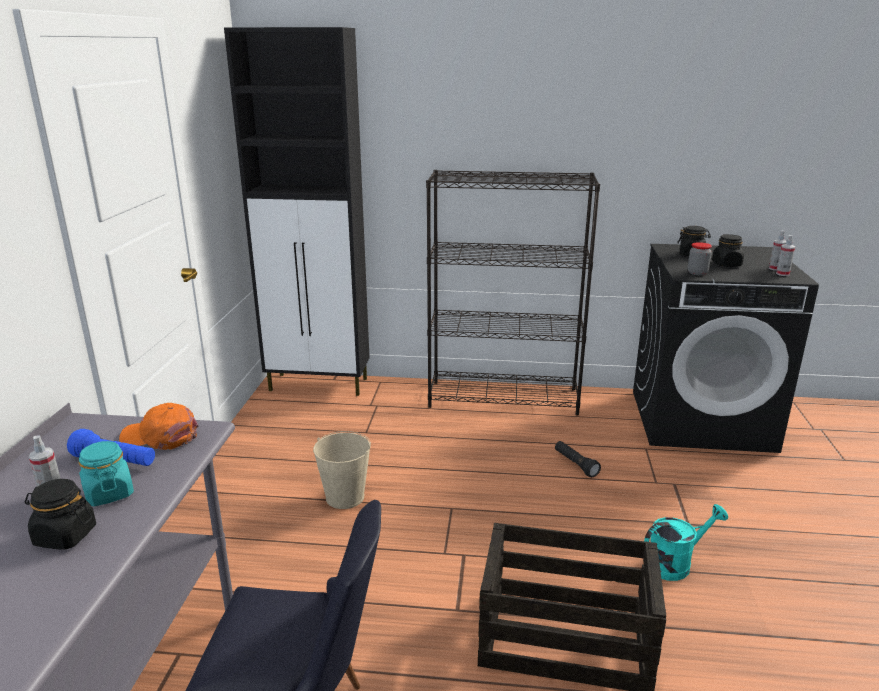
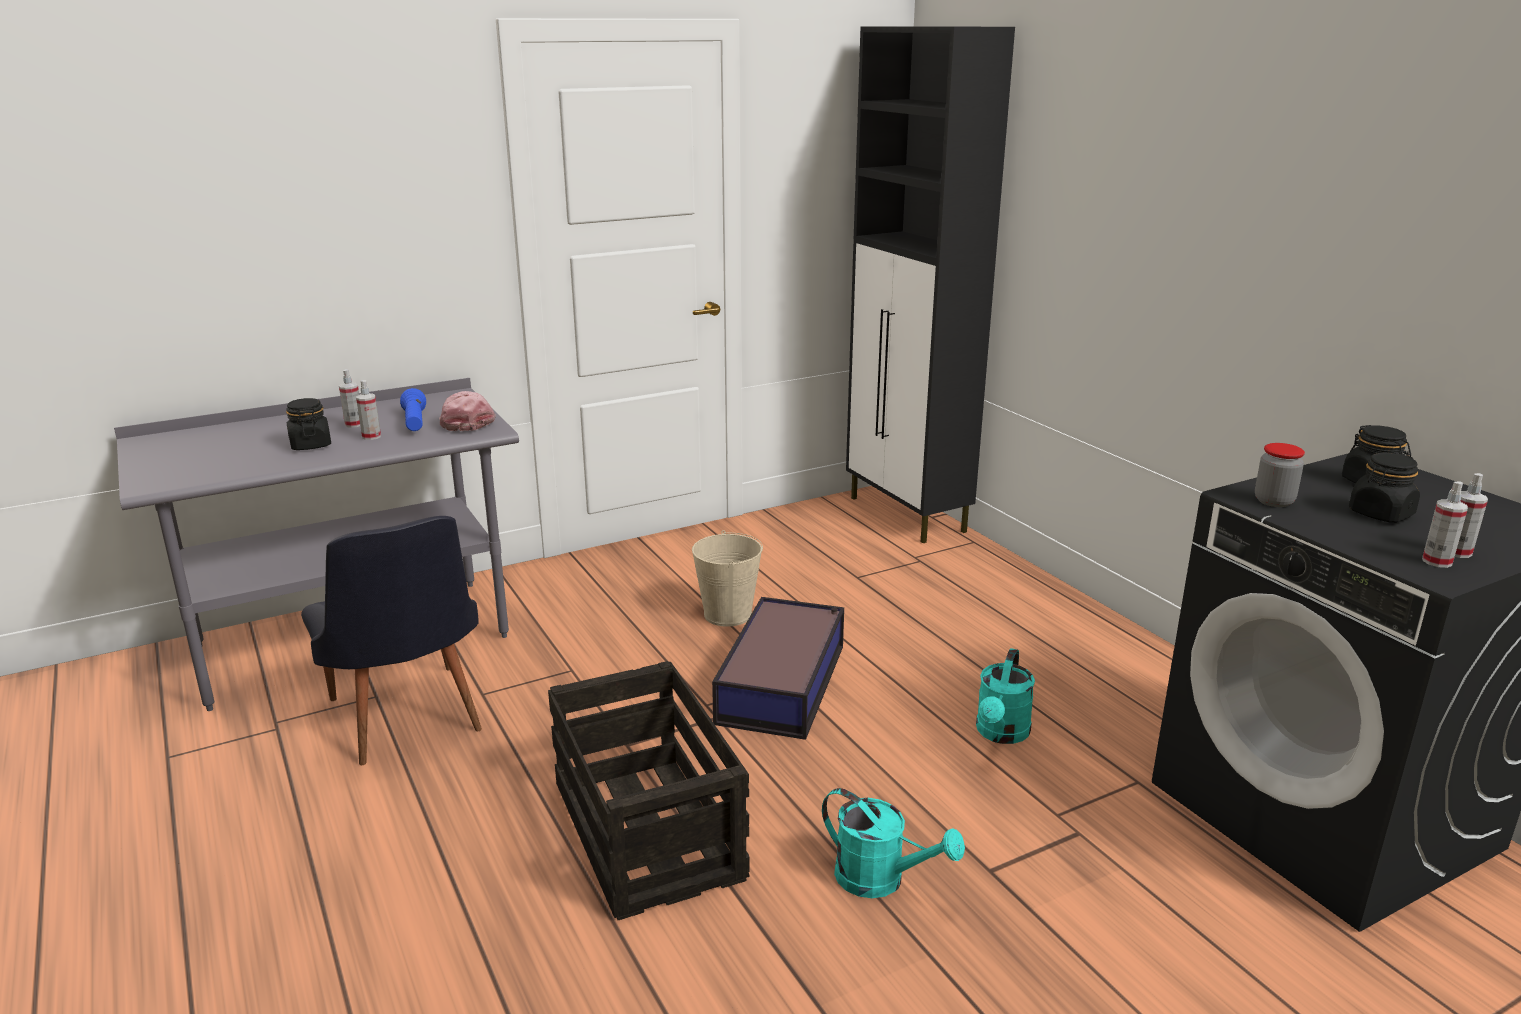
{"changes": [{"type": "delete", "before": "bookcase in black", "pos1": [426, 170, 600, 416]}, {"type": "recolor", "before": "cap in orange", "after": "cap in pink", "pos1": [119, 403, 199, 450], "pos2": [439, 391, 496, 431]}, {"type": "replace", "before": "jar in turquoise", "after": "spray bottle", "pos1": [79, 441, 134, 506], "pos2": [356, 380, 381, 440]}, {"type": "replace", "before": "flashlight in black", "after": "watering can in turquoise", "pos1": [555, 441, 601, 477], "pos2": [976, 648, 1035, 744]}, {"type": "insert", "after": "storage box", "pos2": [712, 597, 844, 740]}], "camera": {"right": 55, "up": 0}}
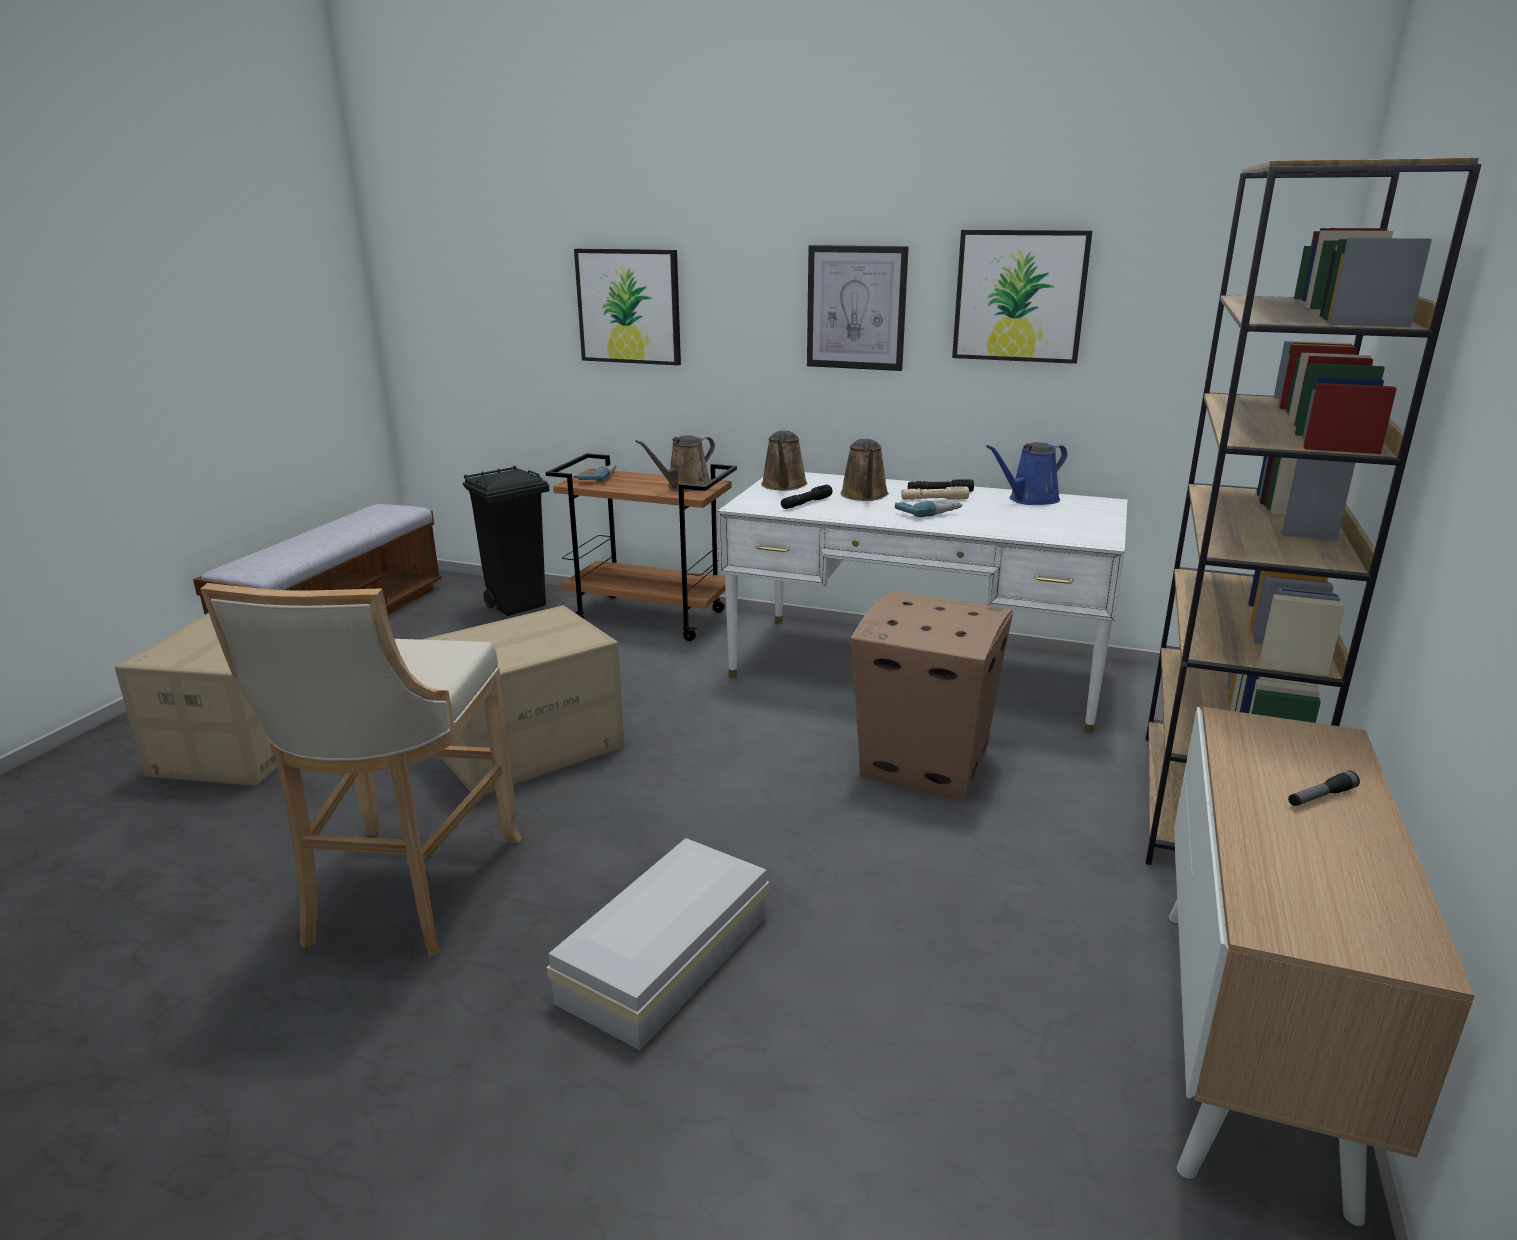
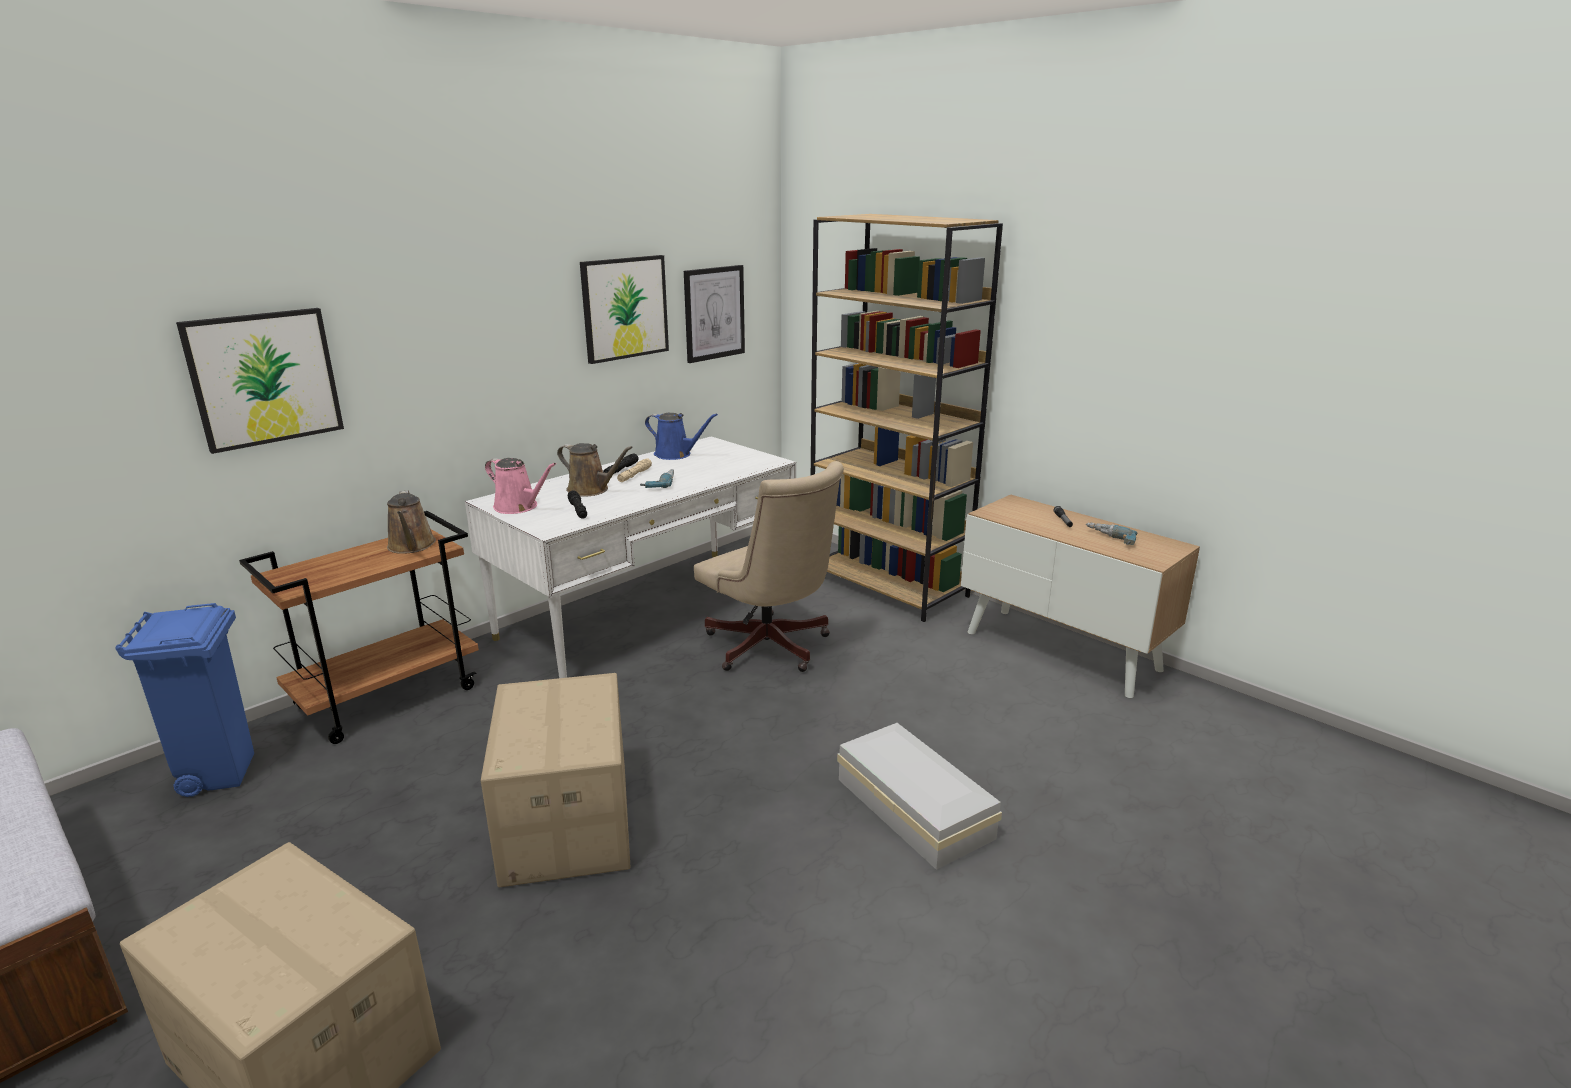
{"changes": [{"type": "move", "before": "picture", "pos1": [807, 245, 909, 371], "pos2": [684, 265, 745, 363]}, {"type": "recolor", "before": "watering can in brown", "after": "watering can in pink", "pos1": [761, 430, 808, 491], "pos2": [485, 458, 556, 514]}, {"type": "rotate", "before": "watering can in blue", "pos1": [986, 442, 1067, 505], "pos2": [645, 413, 718, 460], "turn": -60}, {"type": "move", "before": "power drill", "pos1": [574, 464, 616, 481], "pos2": [1086, 523, 1137, 545]}, {"type": "recolor", "before": "trash can in black", "after": "trash can in blue", "pos1": [463, 466, 550, 616], "pos2": [115, 603, 254, 797]}, {"type": "delete", "before": "stool in beige", "pos1": [200, 583, 522, 957]}, {"type": "replace", "before": "cardboard box", "after": "office chair in beige", "pos1": [851, 591, 1013, 802], "pos2": [694, 461, 844, 672]}], "camera": {"right": -65, "up": 0}}
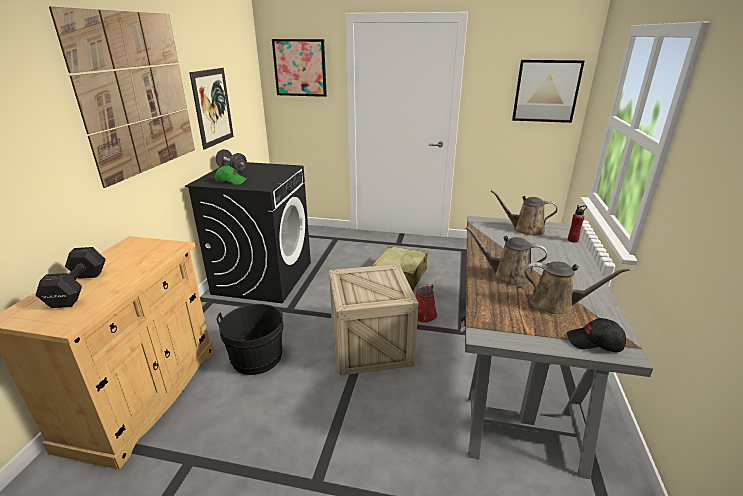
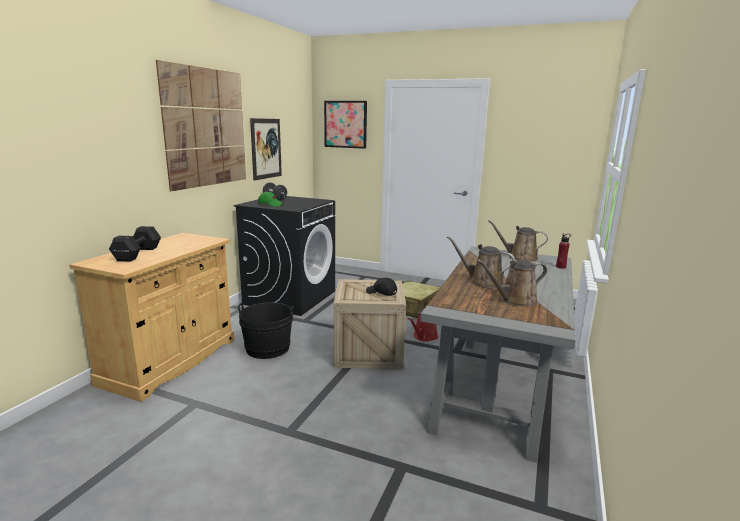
{"changes": [{"type": "delete", "before": "picture", "pos1": [512, 60, 585, 123]}, {"type": "rotate", "before": "watering can in brown", "pos1": [524, 261, 630, 316], "pos2": [477, 259, 547, 307], "turn": 135}, {"type": "move", "before": "cap in black", "pos1": [567, 318, 626, 352], "pos2": [366, 278, 397, 296]}], "camera": {"right": 10, "up": -10}}
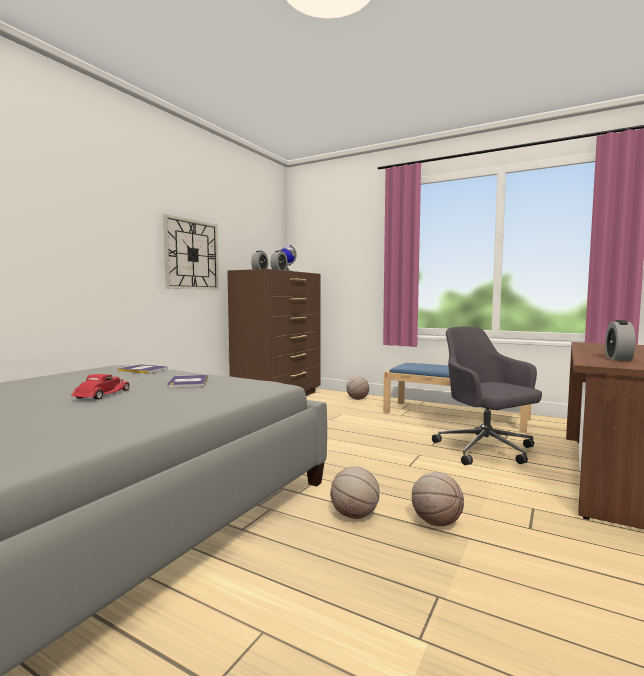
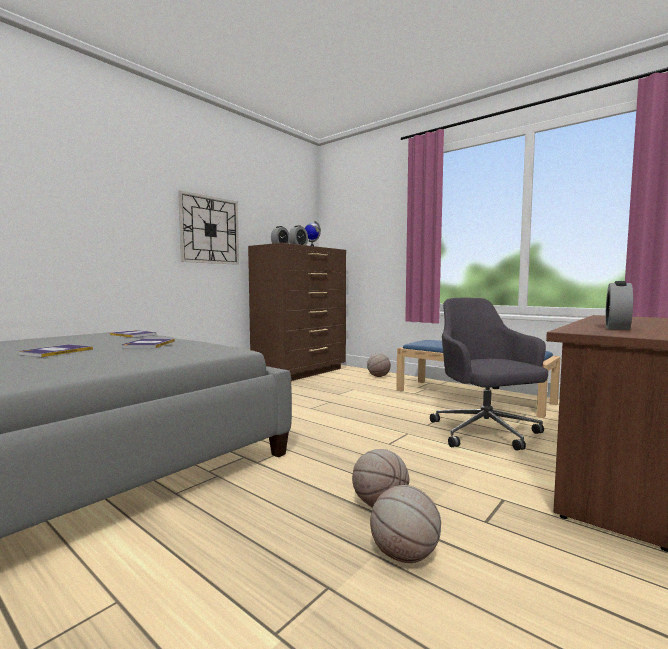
{"changes": [{"type": "replace", "before": "toy car in red", "after": "book", "pos1": [71, 374, 130, 400], "pos2": [19, 344, 93, 357]}, {"type": "move", "before": "basketball", "pos1": [330, 466, 380, 519], "pos2": [370, 485, 441, 563]}], "camera": {"right": 10, "up": 0}}
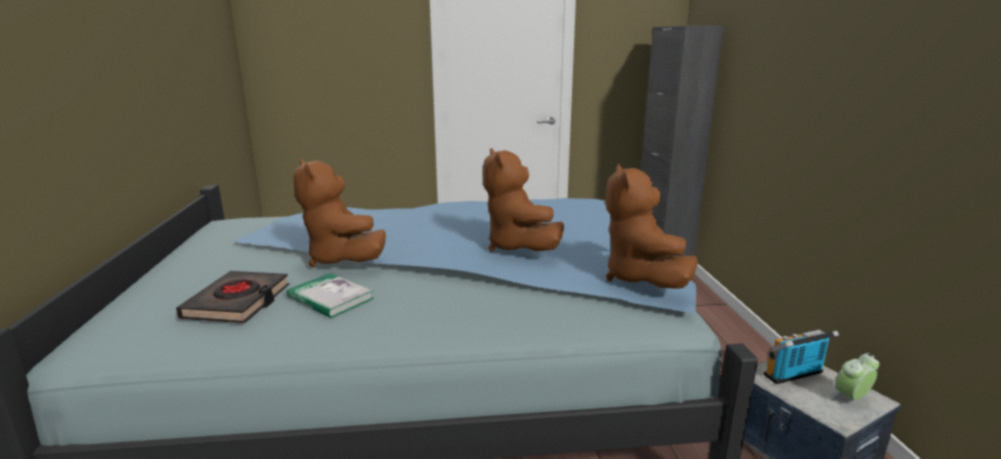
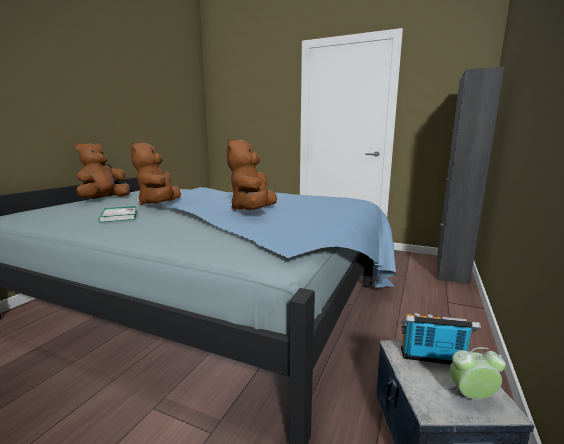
{"changes": [{"type": "move", "before": "plush toy in brown", "pos1": [605, 164, 698, 289], "pos2": [75, 142, 130, 198]}, {"type": "delete", "before": "book in black", "pos1": [176, 271, 289, 323]}], "camera": {"right": 30, "up": -5}}
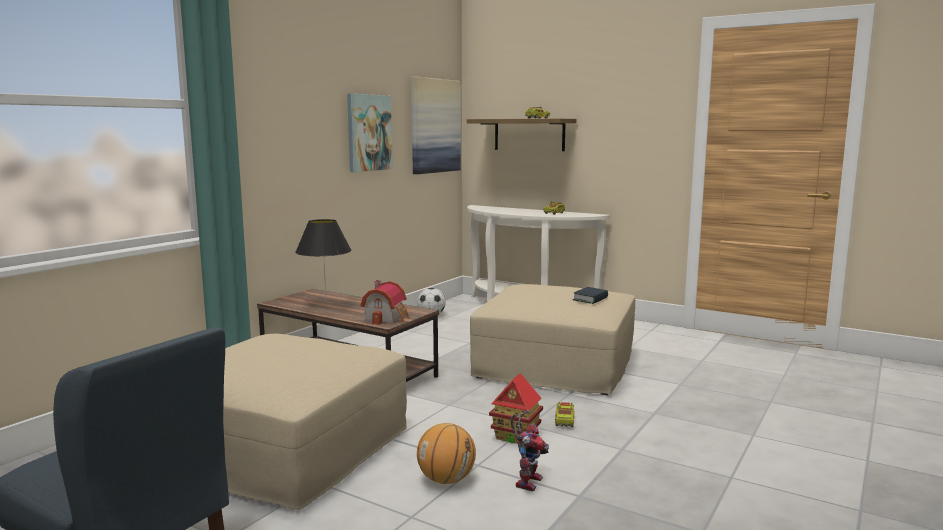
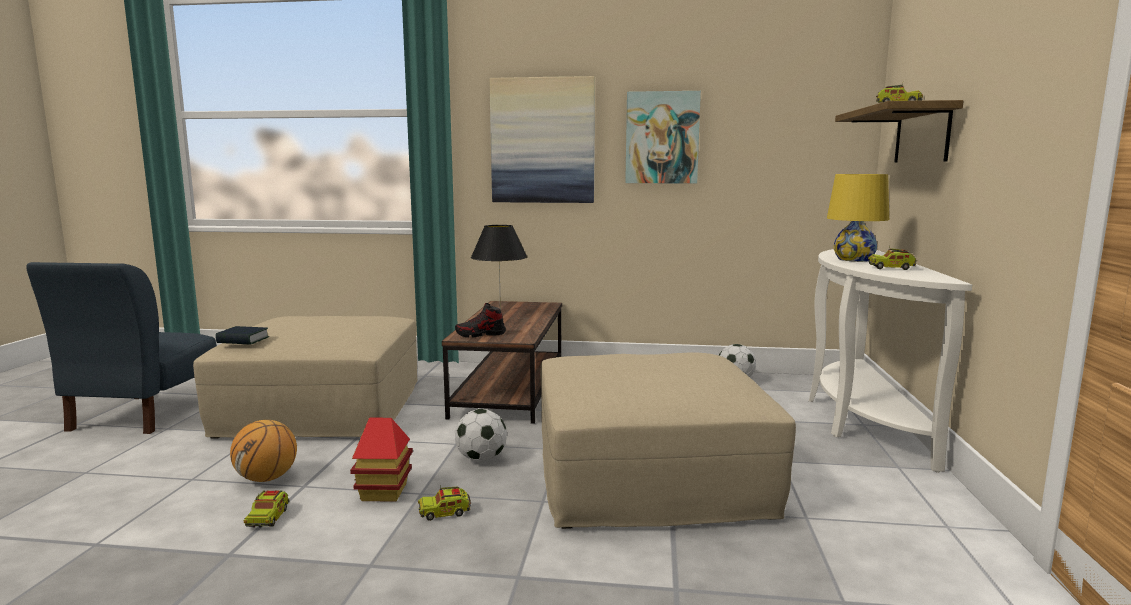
{"changes": [{"type": "move", "before": "picture", "pos1": [411, 77, 461, 174], "pos2": [489, 76, 595, 203]}, {"type": "replace", "before": "toy house", "after": "shoe", "pos1": [360, 280, 409, 325], "pos2": [455, 303, 506, 337]}, {"type": "move", "before": "book", "pos1": [573, 287, 608, 304], "pos2": [216, 326, 269, 345]}, {"type": "replace", "before": "toy robot", "after": "toy truck", "pos1": [510, 410, 549, 491], "pos2": [244, 490, 289, 528]}, {"type": "insert", "after": "table lamp in yellow", "pos2": [827, 174, 889, 262]}, {"type": "insert", "after": "football", "pos2": [455, 409, 507, 462]}], "camera": {"right": 65, "up": 0}}
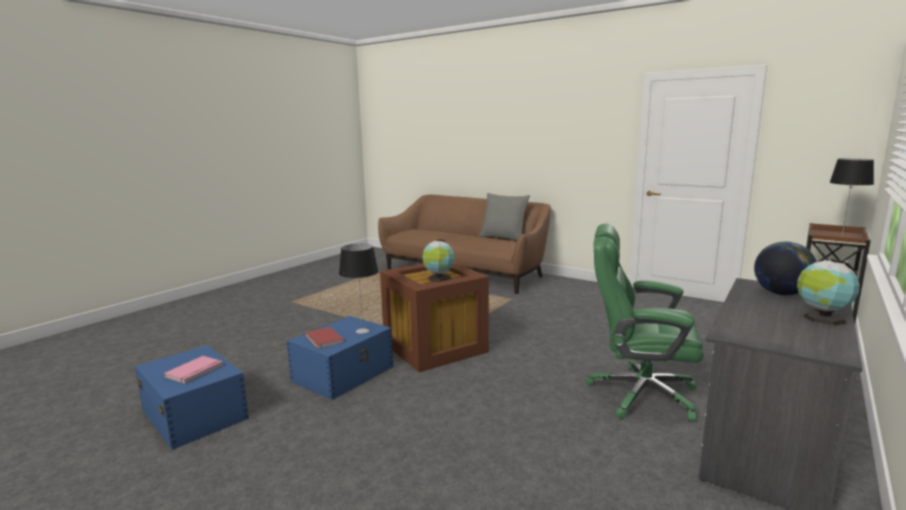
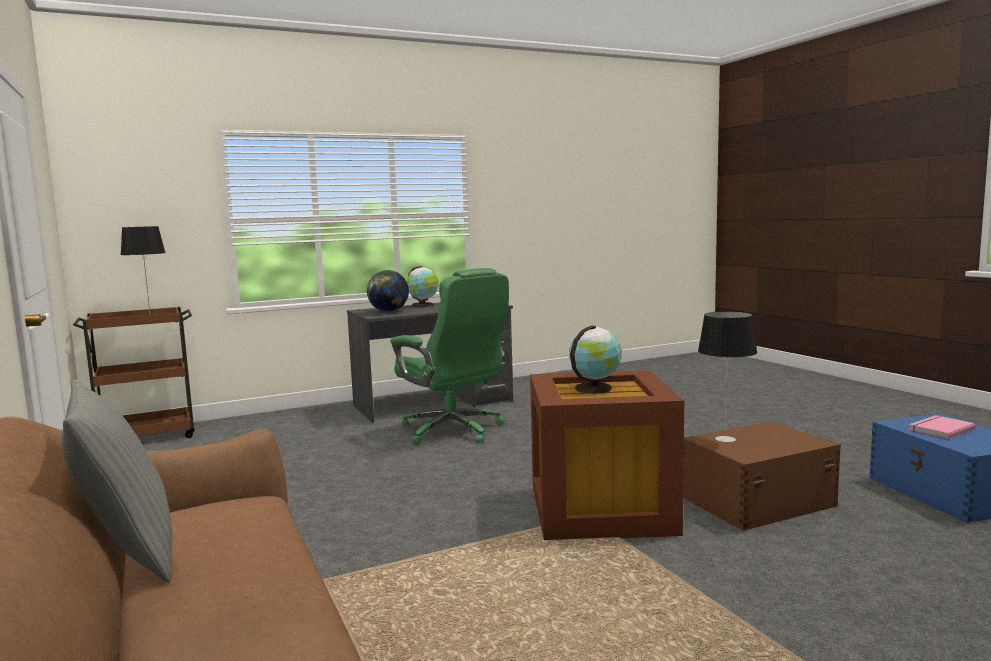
{"changes": [{"type": "recolor", "before": "storage box in blue", "after": "storage box in brown", "pos1": [287, 316, 393, 400], "pos2": [683, 421, 841, 531]}, {"type": "delete", "before": "book in red", "pos1": [305, 327, 344, 349]}], "camera": {"right": -150, "up": -5}}
